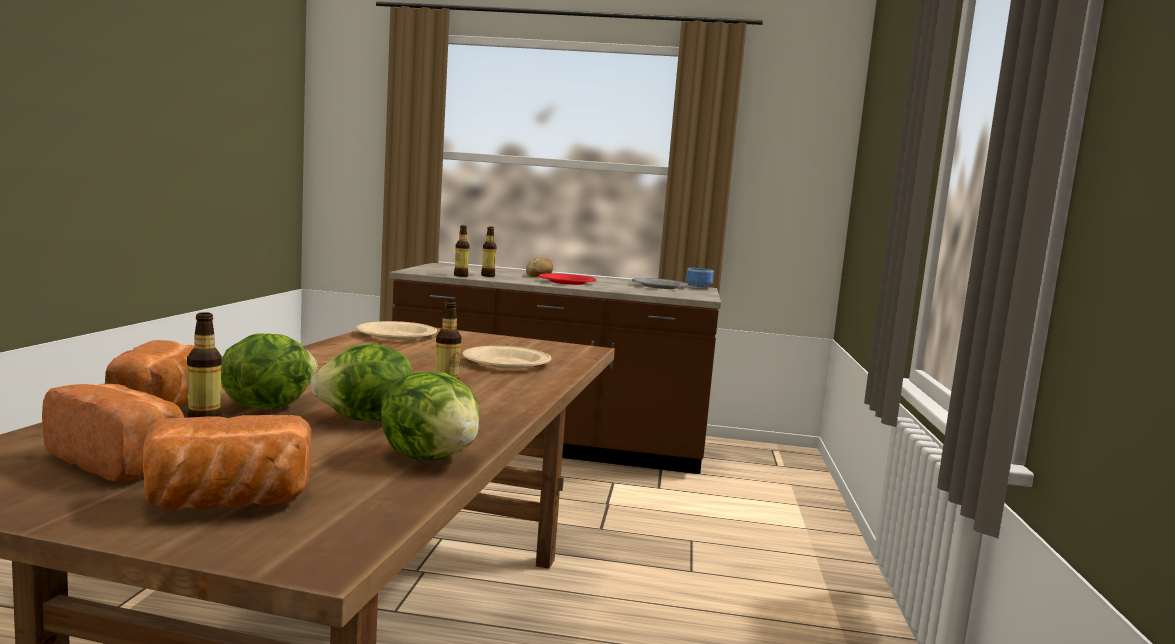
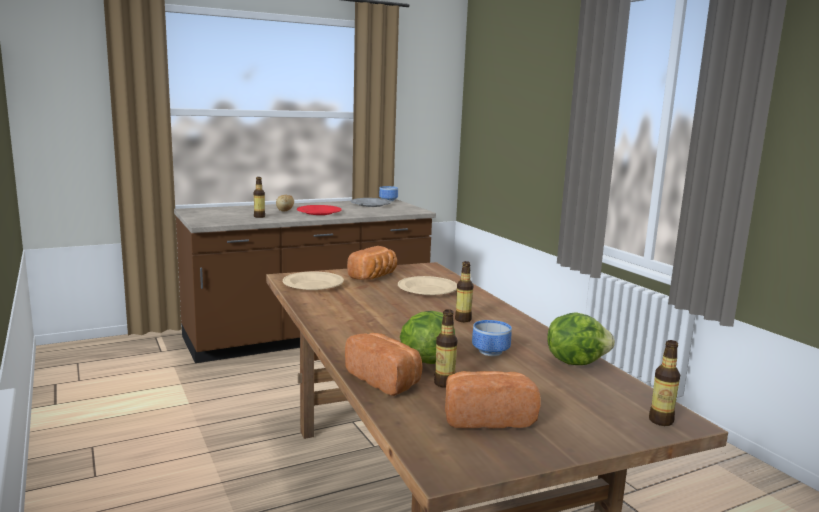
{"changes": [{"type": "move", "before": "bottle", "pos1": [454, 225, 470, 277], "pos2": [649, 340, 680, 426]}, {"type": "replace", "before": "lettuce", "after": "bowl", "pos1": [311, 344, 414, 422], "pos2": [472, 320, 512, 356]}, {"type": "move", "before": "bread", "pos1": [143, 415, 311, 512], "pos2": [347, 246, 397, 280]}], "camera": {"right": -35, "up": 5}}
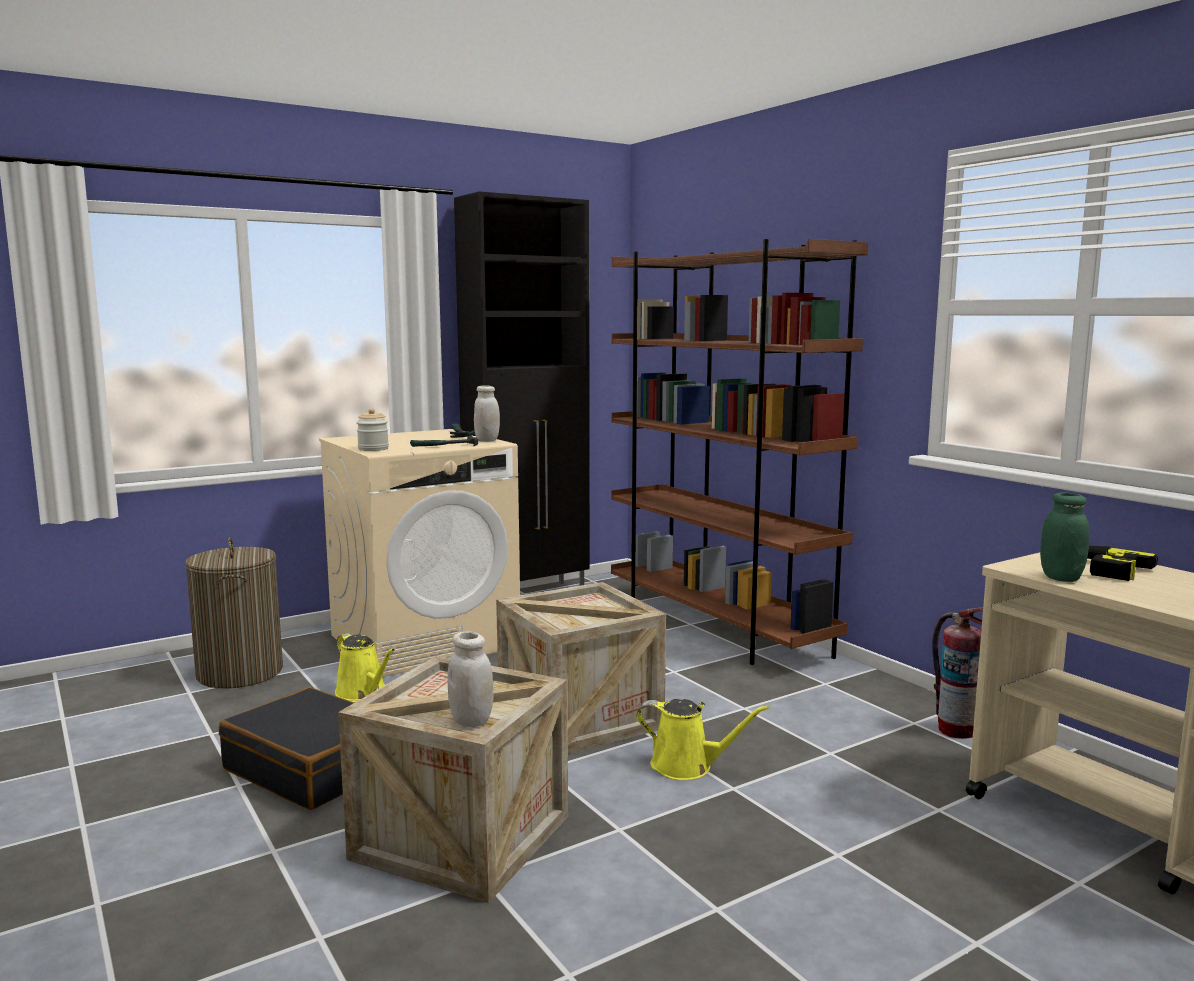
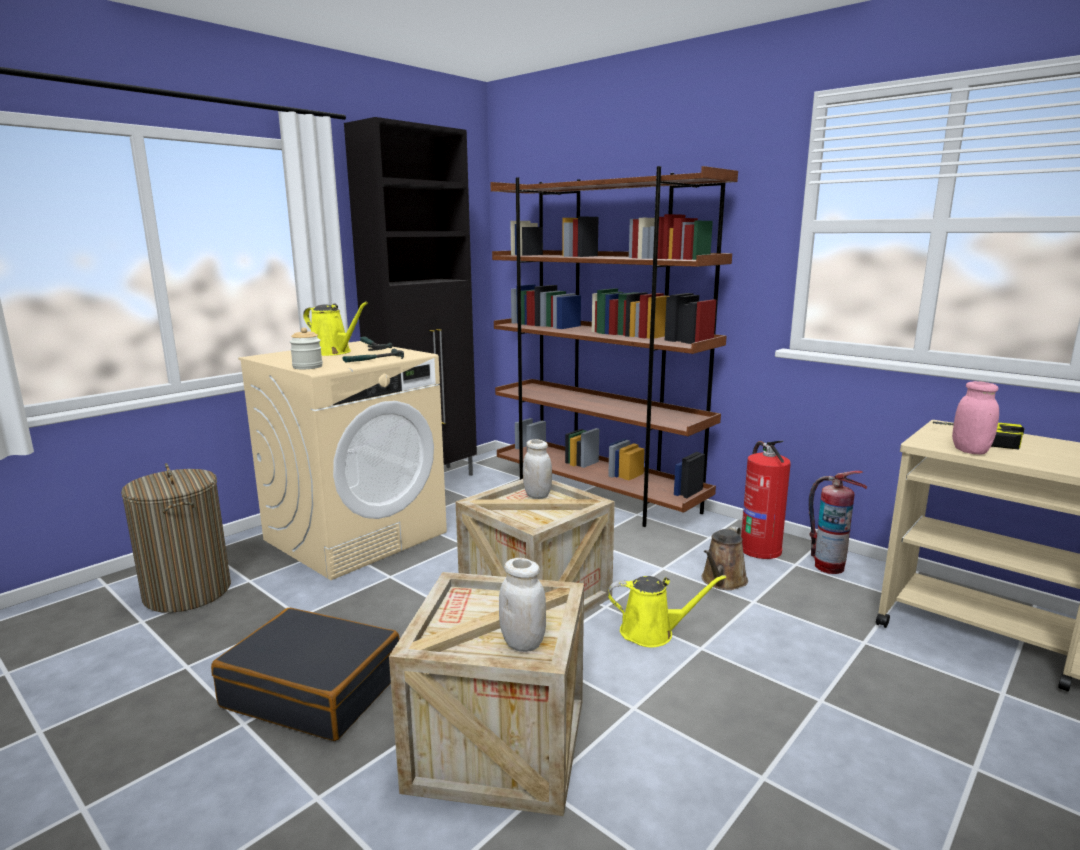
{"changes": [{"type": "move", "before": "jar in white", "pos1": [474, 385, 500, 442], "pos2": [523, 439, 552, 499]}, {"type": "recolor", "before": "jar in green", "after": "jar in pink", "pos1": [1040, 493, 1089, 582], "pos2": [952, 381, 999, 455]}, {"type": "move", "before": "watering can in yellow", "pos1": [335, 633, 395, 701], "pos2": [303, 302, 368, 356]}, {"type": "insert", "after": "fire extinguisher", "pos2": [741, 441, 791, 559]}, {"type": "insert", "after": "watering can in brown", "pos2": [701, 526, 748, 590]}], "camera": {"right": -15, "up": 5}}
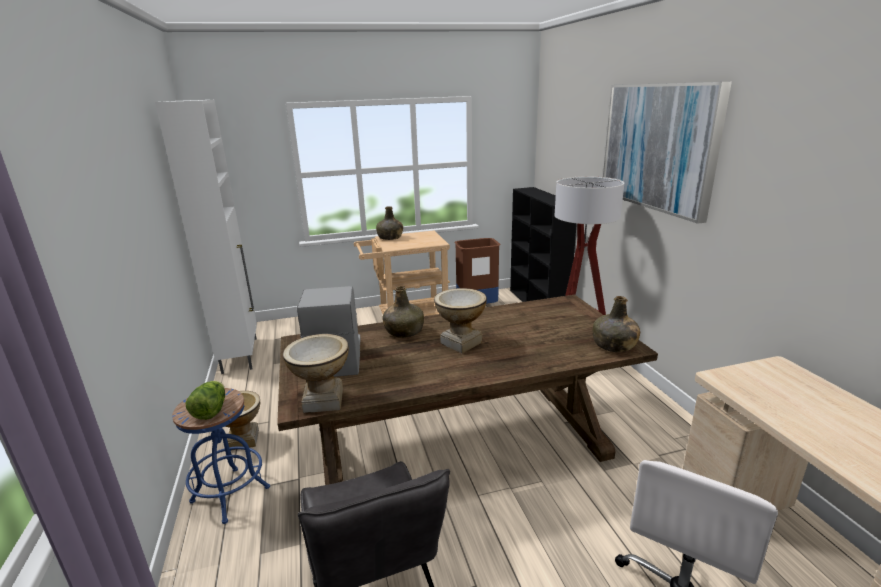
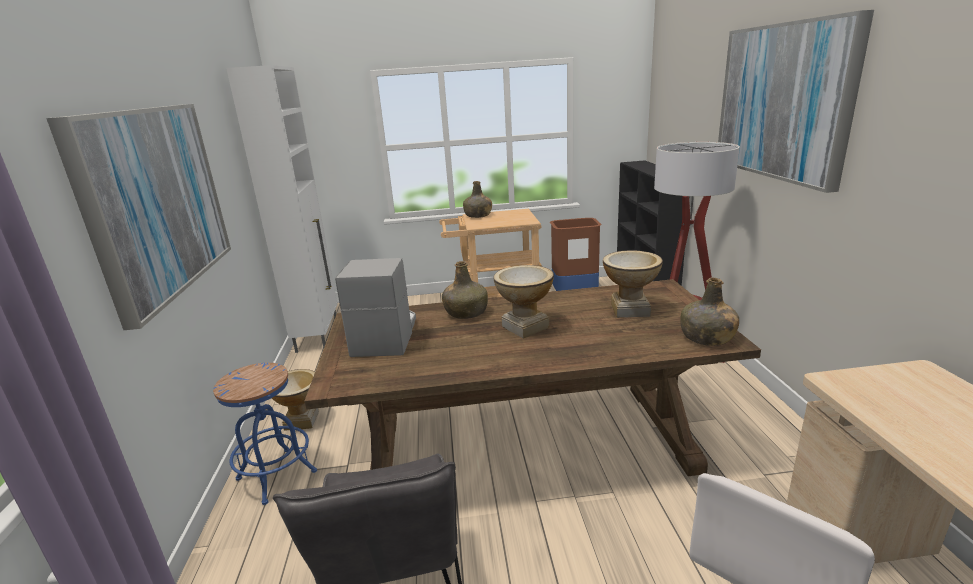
{"changes": [{"type": "move", "before": "vase", "pos1": [283, 334, 349, 413], "pos2": [603, 250, 663, 318]}, {"type": "delete", "before": "lettuce", "pos1": [185, 381, 225, 420]}, {"type": "insert", "after": "picture", "pos2": [46, 104, 231, 330]}], "camera": {"right": 10, "up": 0}}
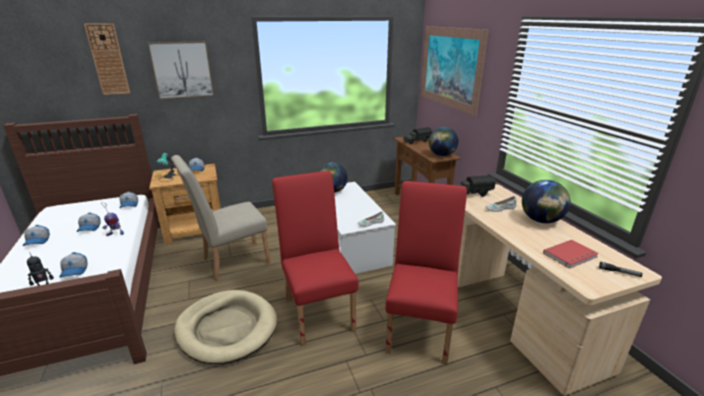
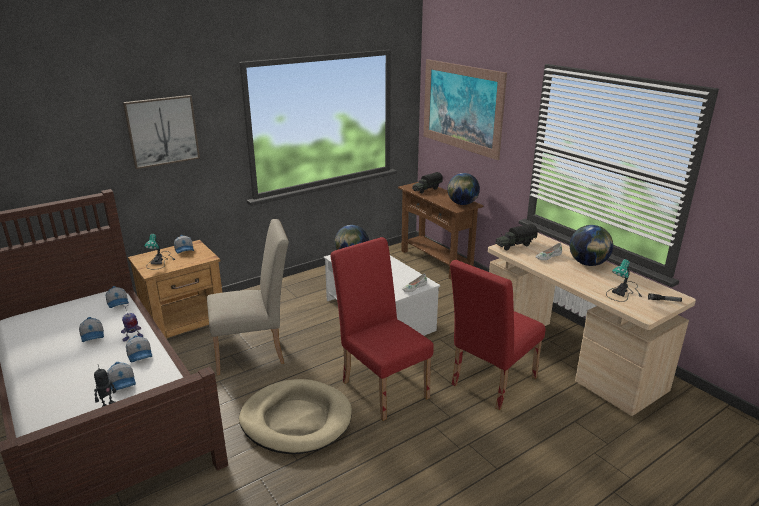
{"changes": [{"type": "delete", "before": "wall clock", "pos1": [84, 23, 130, 95]}, {"type": "rotate", "before": "chair in beige", "pos1": [171, 155, 271, 281], "pos2": [207, 219, 289, 375], "turn": -150}, {"type": "rotate", "before": "chair in red", "pos1": [385, 181, 467, 365], "pos2": [450, 260, 545, 410], "turn": -135}, {"type": "move", "before": "cap", "pos1": [23, 225, 50, 246], "pos2": [126, 335, 152, 362]}, {"type": "replace", "before": "book in red", "after": "table lamp", "pos1": [543, 240, 599, 269], "pos2": [606, 259, 641, 302]}], "camera": {"right": -15, "up": 0}}
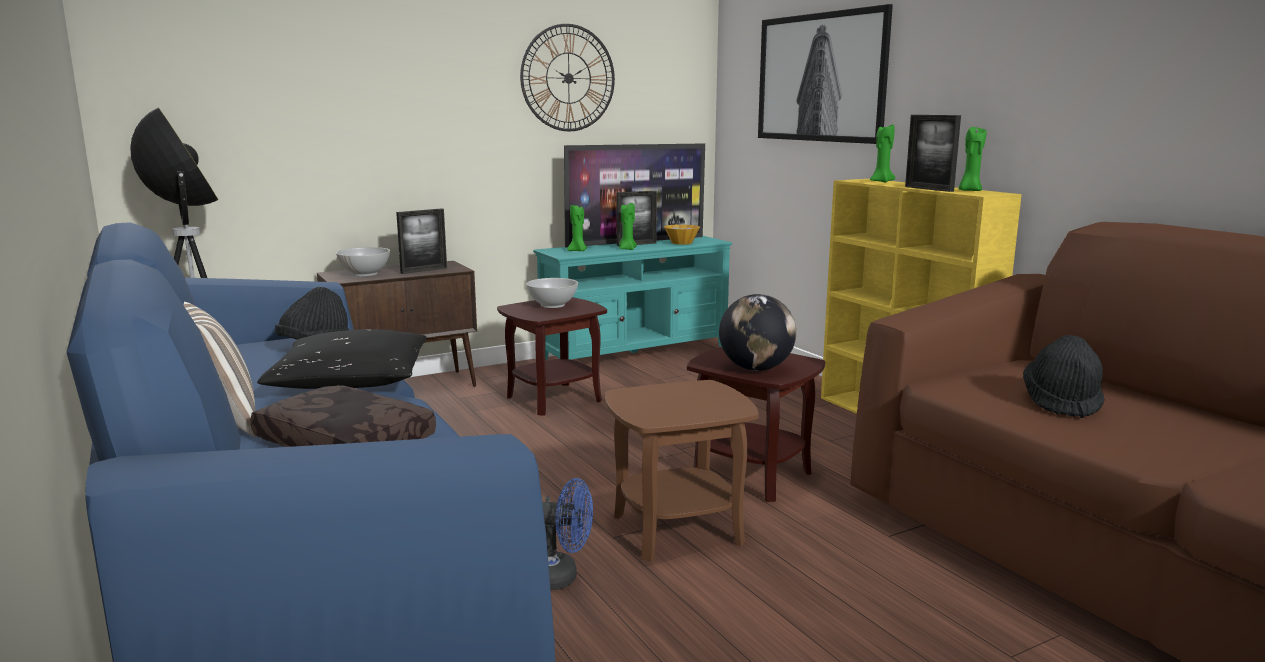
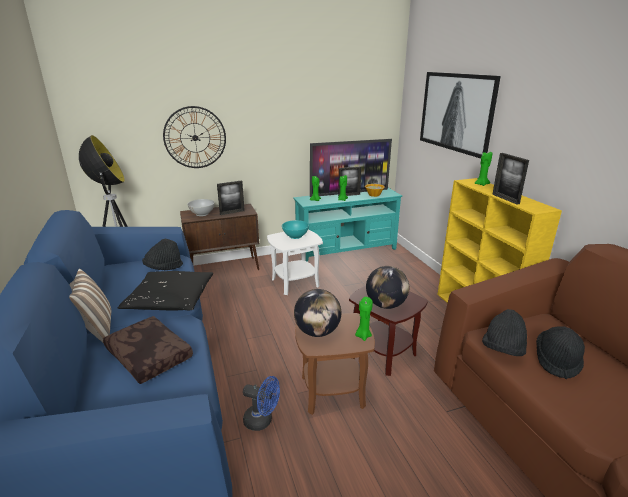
{"changes": [{"type": "move", "before": "wall clock", "pos1": [520, 24, 615, 131], "pos2": [163, 106, 226, 168]}, {"type": "move", "before": "candle in green", "pos1": [959, 127, 987, 191], "pos2": [355, 297, 373, 341]}, {"type": "recolor", "before": "bowl in white", "after": "bowl in turquoise", "pos1": [526, 278, 578, 308], "pos2": [282, 220, 309, 239]}, {"type": "recolor", "before": "side table in brown", "after": "side table in white", "pos1": [497, 297, 607, 416], "pos2": [267, 230, 323, 295]}, {"type": "insert", "after": "globe", "pos2": [294, 289, 341, 337]}, {"type": "insert", "after": "hat in black", "pos2": [482, 309, 527, 356]}], "camera": {"right": 10, "up": 10}}
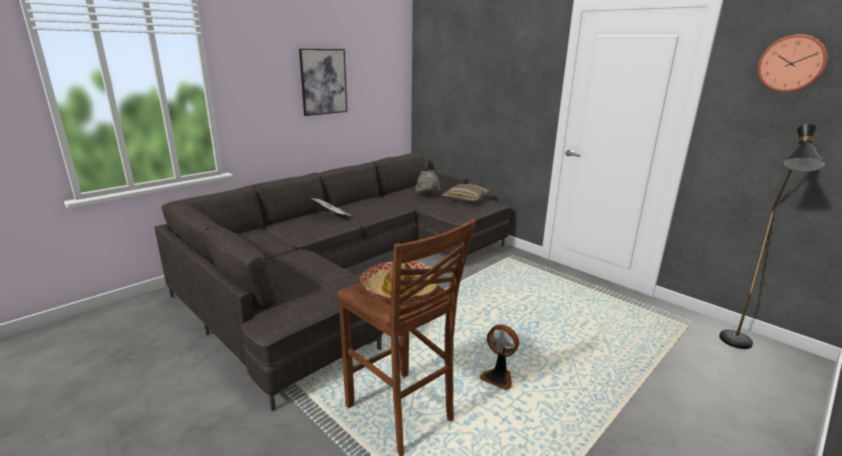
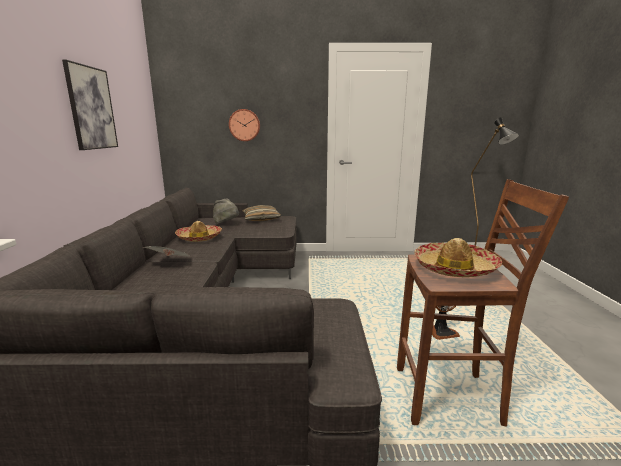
{"changes": [{"type": "move", "before": "wall clock", "pos1": [757, 34, 828, 92], "pos2": [229, 109, 260, 141]}, {"type": "insert", "after": "hat", "pos2": [175, 221, 222, 242]}], "camera": {"right": -45, "up": -5}}
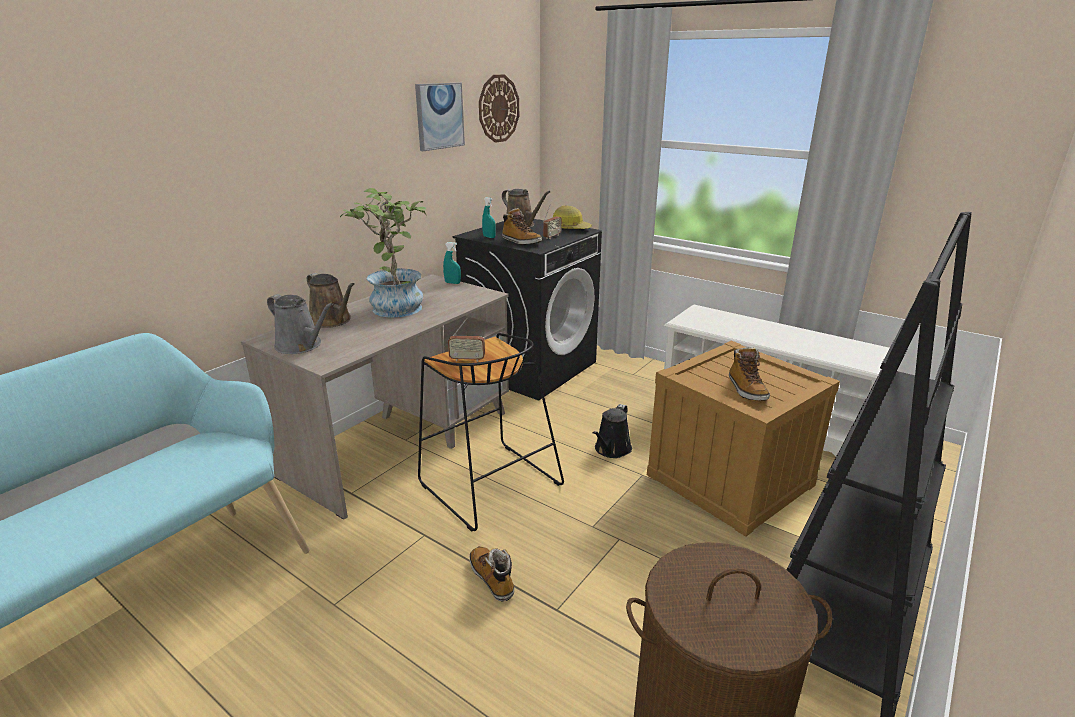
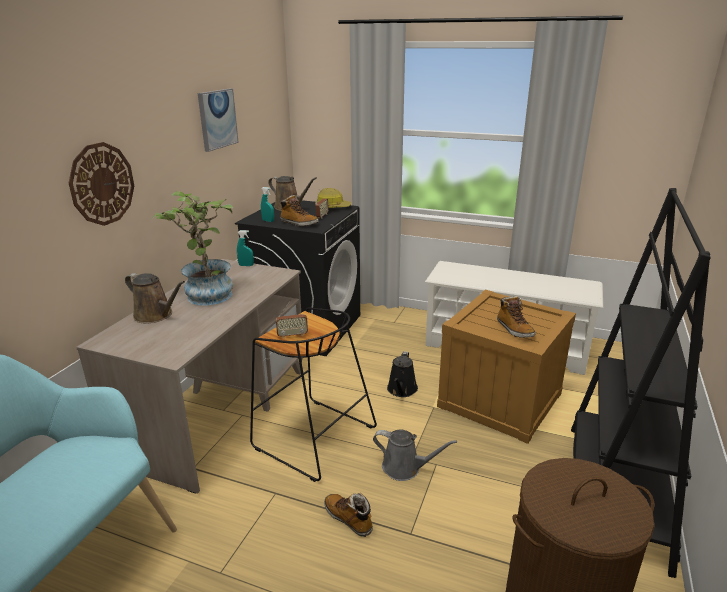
{"changes": [{"type": "move", "before": "wall clock", "pos1": [479, 75, 519, 143], "pos2": [69, 142, 134, 226]}, {"type": "move", "before": "watering can in grey", "pos1": [267, 294, 333, 354], "pos2": [373, 430, 457, 481]}], "camera": {"right": -15, "up": 0}}
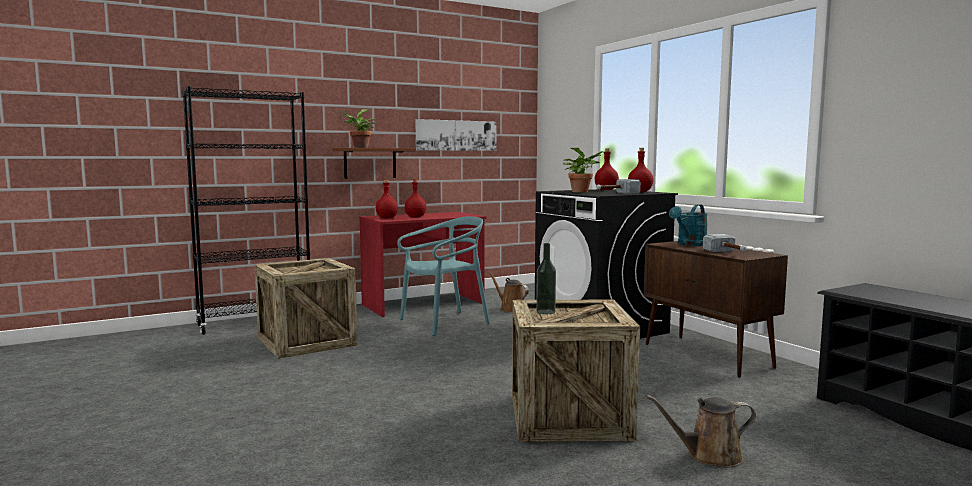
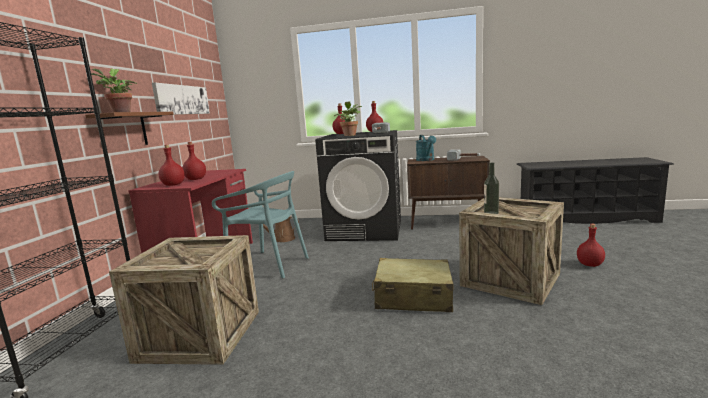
{"changes": [{"type": "rotate", "before": "chair in turquoise", "pos1": [397, 216, 490, 336], "pos2": [212, 171, 309, 278], "turn": 105}, {"type": "replace", "before": "watering can in brown", "after": "bottle in red", "pos1": [646, 395, 756, 467], "pos2": [577, 224, 605, 267]}, {"type": "insert", "after": "suitcase in beige", "pos2": [372, 258, 453, 312]}], "camera": {"right": -50, "up": 5}}
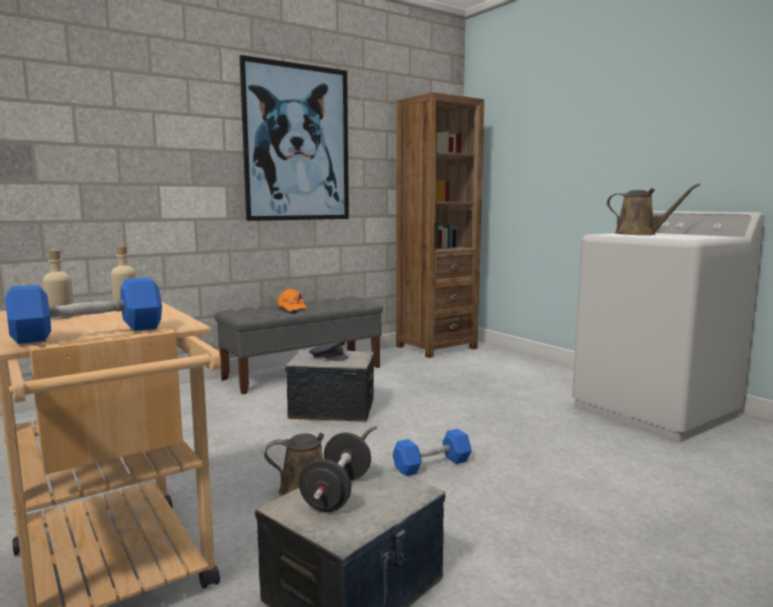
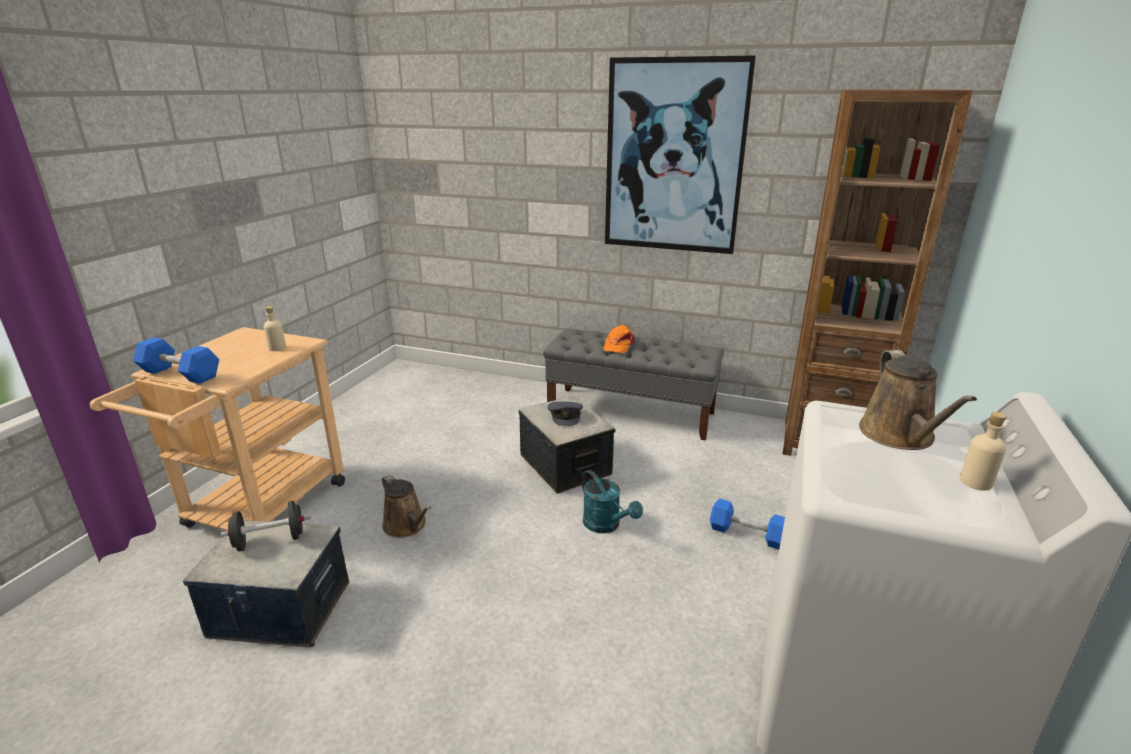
{"changes": [{"type": "move", "before": "bottle in beige", "pos1": [43, 250, 74, 320], "pos2": [960, 412, 1006, 491]}, {"type": "move", "before": "dumbbell in blue", "pos1": [393, 429, 472, 476], "pos2": [710, 499, 785, 550]}, {"type": "insert", "after": "watering can in turquoise", "pos2": [581, 470, 643, 533]}], "camera": {"right": 55, "up": 15}}
